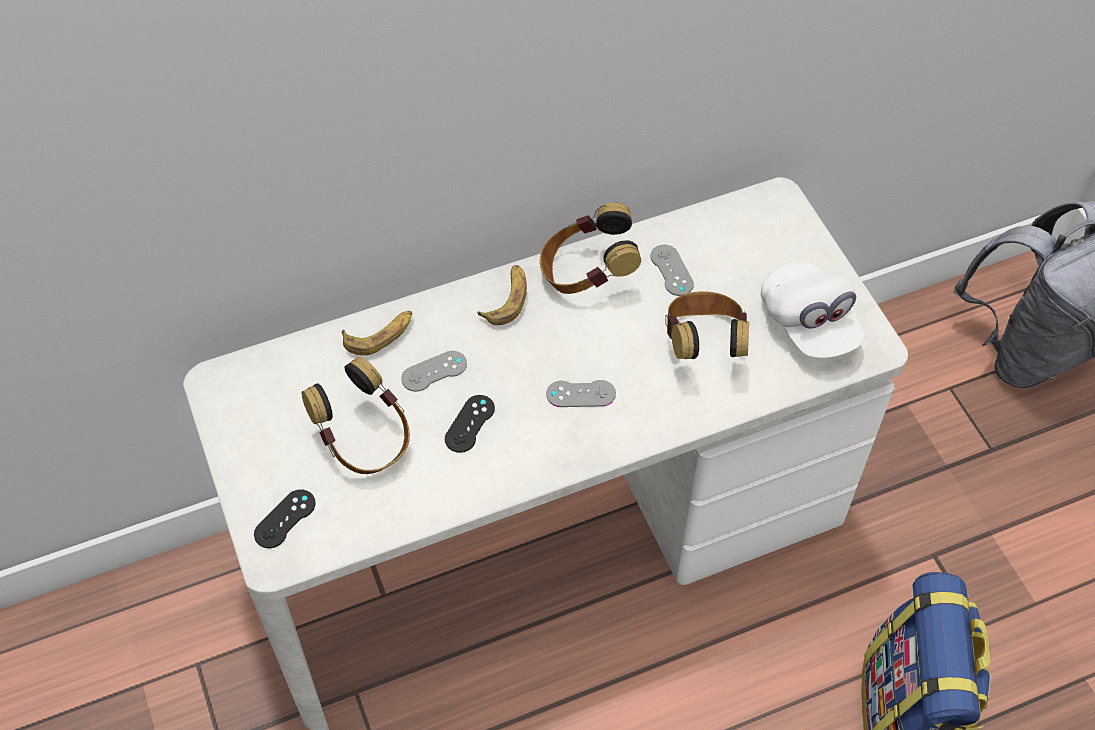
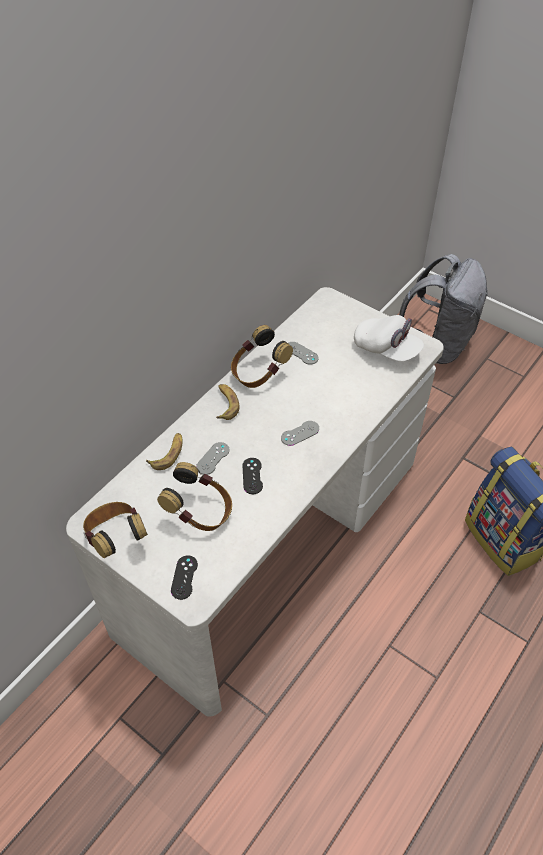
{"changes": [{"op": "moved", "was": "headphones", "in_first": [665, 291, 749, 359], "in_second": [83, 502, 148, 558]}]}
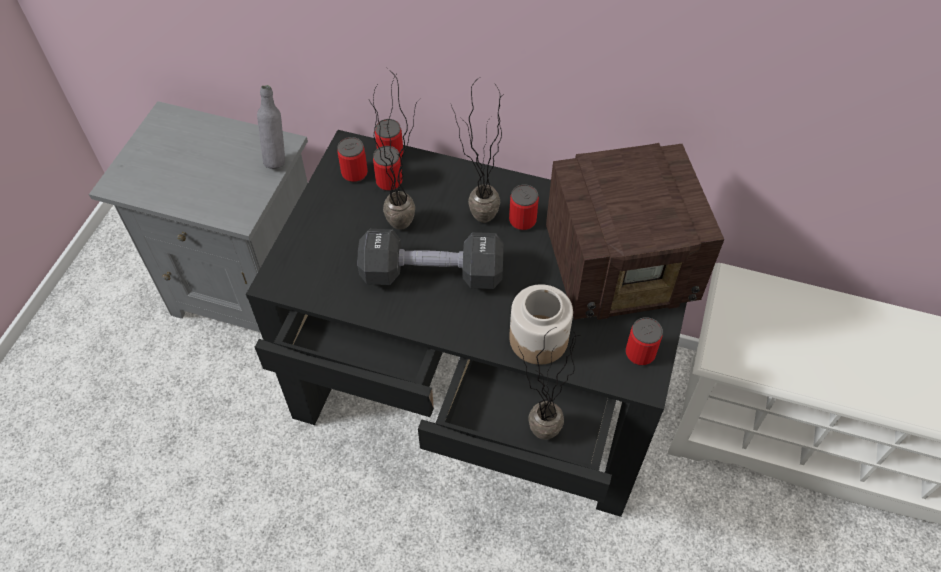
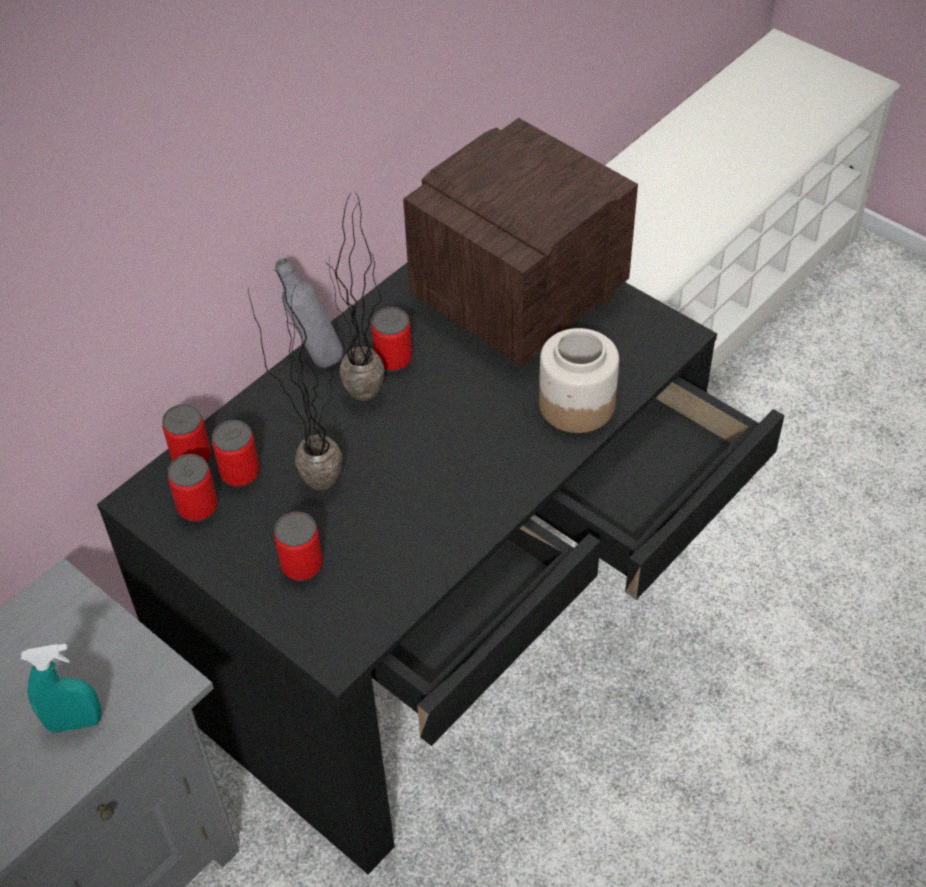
{"changes": [{"op": "added", "now": "turquoise spray bottle", "in_second": [21, 644, 102, 733]}, {"op": "moved", "was": "can", "in_first": [626, 317, 663, 366], "in_second": [274, 512, 323, 581]}, {"op": "moved", "was": "grey bottle", "in_first": [257, 85, 285, 169], "in_second": [275, 258, 343, 368]}, {"op": "turned", "was": "radio", "in_first": [546, 143, 724, 320], "in_second": [403, 118, 638, 366], "clockwise": -150}, {"op": "removed", "was": "black dumbbell", "in_first": [358, 229, 504, 289]}, {"op": "removed", "was": "potted plant", "in_first": [518, 327, 581, 440]}]}
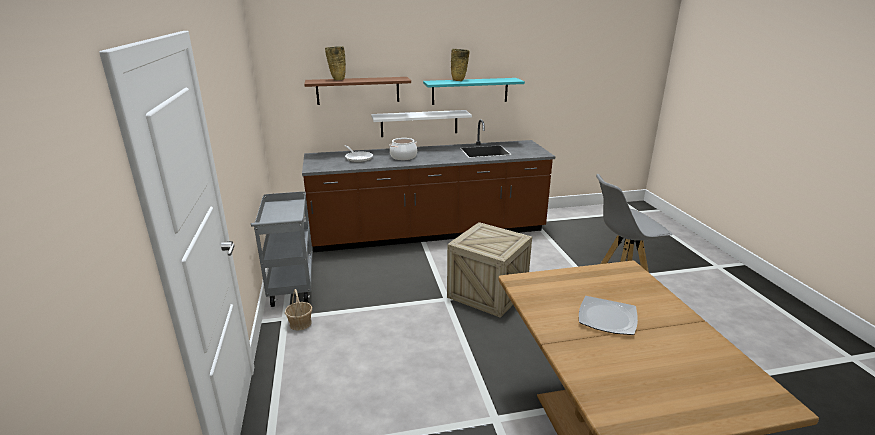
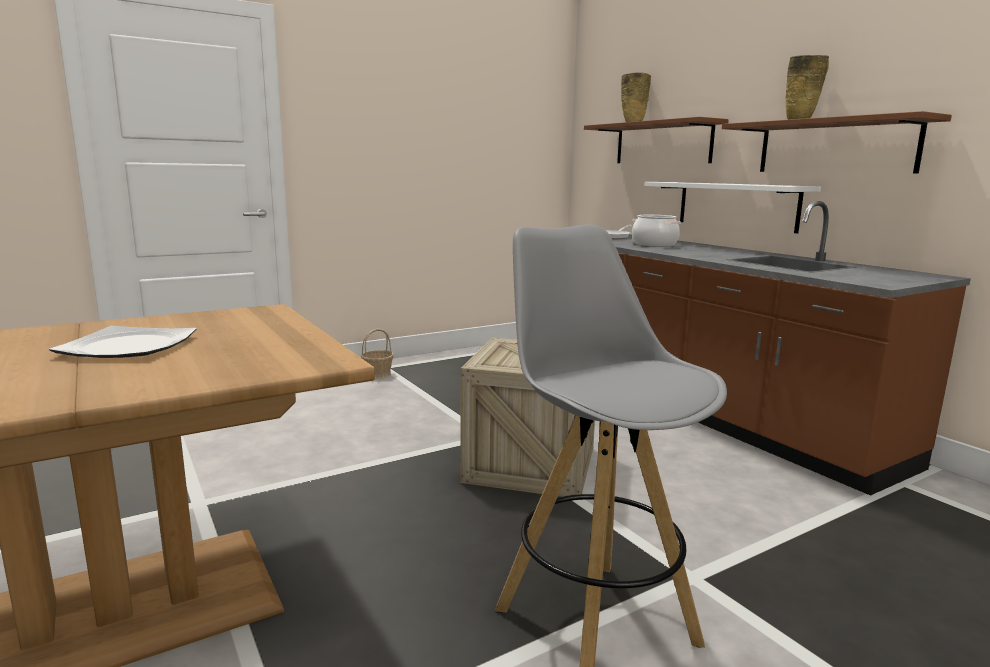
{"changes": [{"op": "recoloured", "was": "turquoise shelf", "now": "brown shelf", "in_first": [423, 78, 525, 105], "in_second": [722, 111, 952, 174]}, {"op": "removed", "was": "grey cart", "in_first": [251, 192, 313, 307]}]}
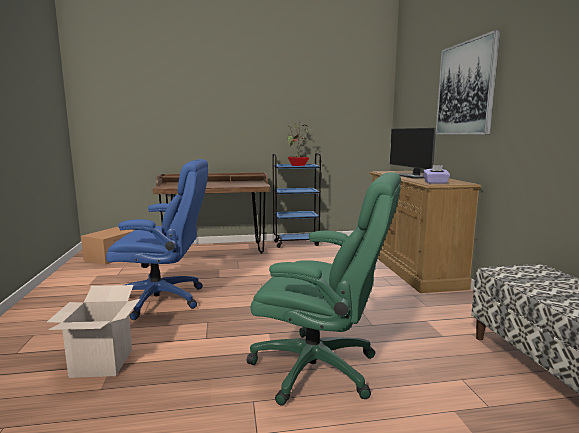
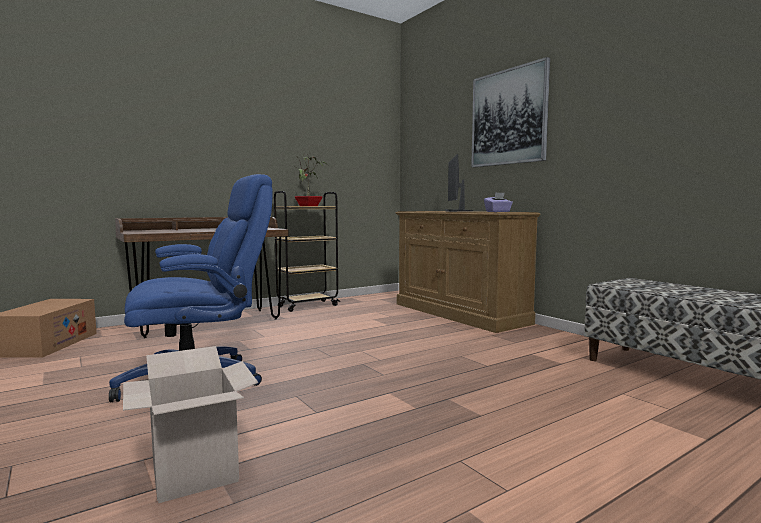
{"changes": [{"op": "recoloured", "was": "blue cart", "now": "brown cart", "in_first": [272, 153, 321, 248], "in_second": [274, 191, 340, 312]}, {"op": "turned", "was": "monitor", "in_first": [390, 128, 435, 179], "in_second": [445, 154, 473, 212], "clockwise": 45}, {"op": "removed", "was": "green office chair", "in_first": [247, 172, 401, 406]}]}
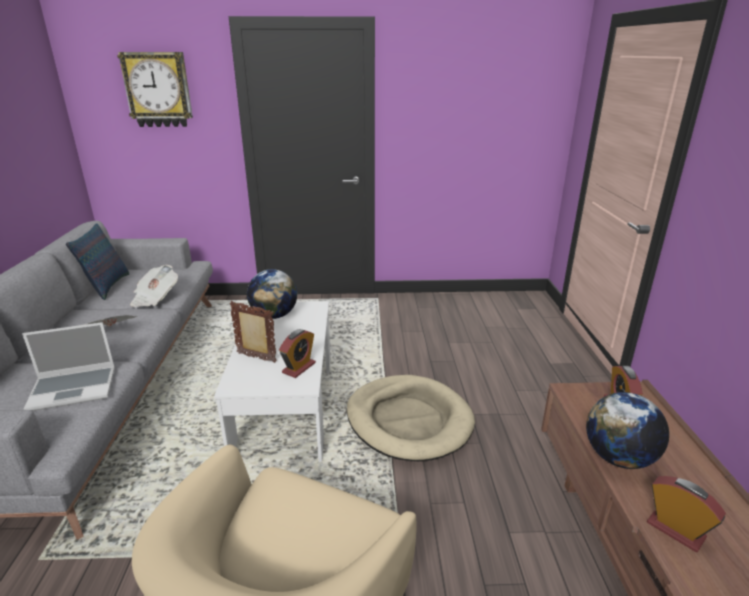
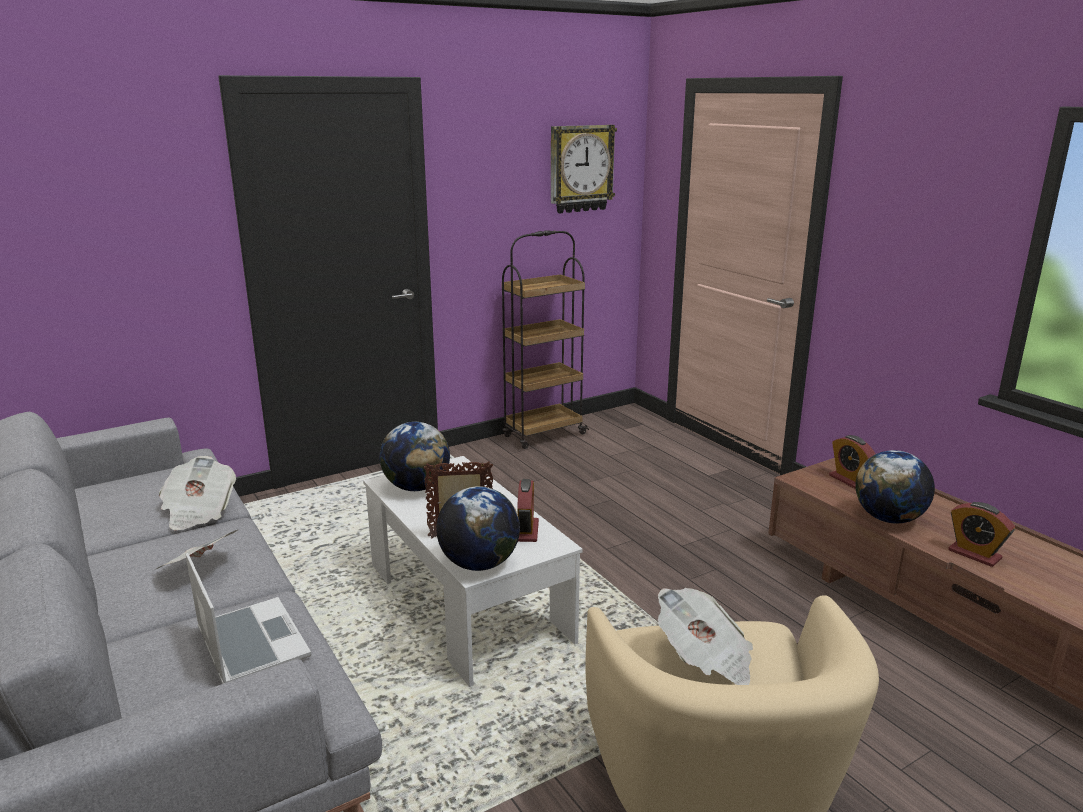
{"changes": [{"op": "turned", "was": "laptop", "in_first": [22, 322, 115, 411], "in_second": [186, 553, 311, 684], "clockwise": -75}, {"op": "added", "now": "globe", "in_second": [436, 486, 520, 571]}, {"op": "added", "now": "brown cart", "in_second": [502, 230, 589, 449]}, {"op": "moved", "was": "wall clock", "in_first": [117, 52, 193, 127], "in_second": [551, 125, 617, 213]}, {"op": "added", "now": "newspaper", "in_second": [658, 588, 753, 685]}, {"op": "turned", "was": "alarm clock", "in_first": [647, 476, 726, 552], "in_second": [948, 502, 1015, 567], "clockwise": -150}, {"op": "removed", "was": "blue pillow", "in_first": [66, 223, 129, 300]}, {"op": "removed", "was": "beige dog bed", "in_first": [346, 375, 475, 461]}]}
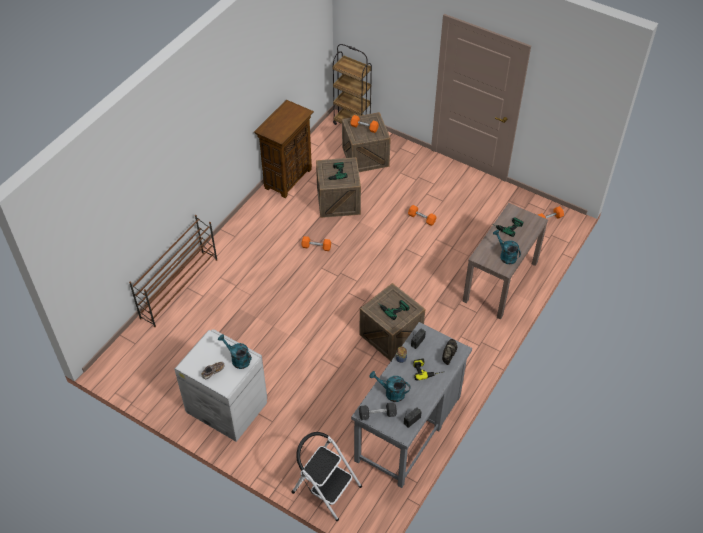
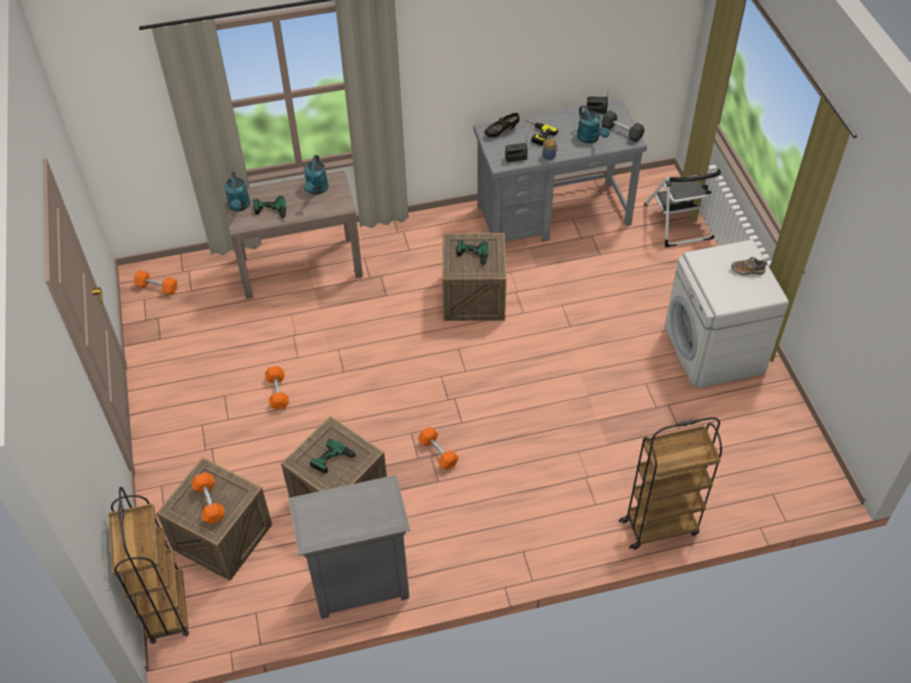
{"changes": [{"op": "moved", "was": "turquoise watering can", "in_first": [218, 334, 252, 369], "in_second": [224, 172, 250, 211]}, {"op": "recoloured", "was": "brown cabinet", "now": "grey cabinet", "in_first": [254, 100, 314, 198], "in_second": [288, 475, 410, 619]}, {"op": "replaced", "was": "brown shoe rack", "now": "brown cart", "in_first": [129, 215, 217, 327], "in_second": [619, 417, 722, 549]}]}
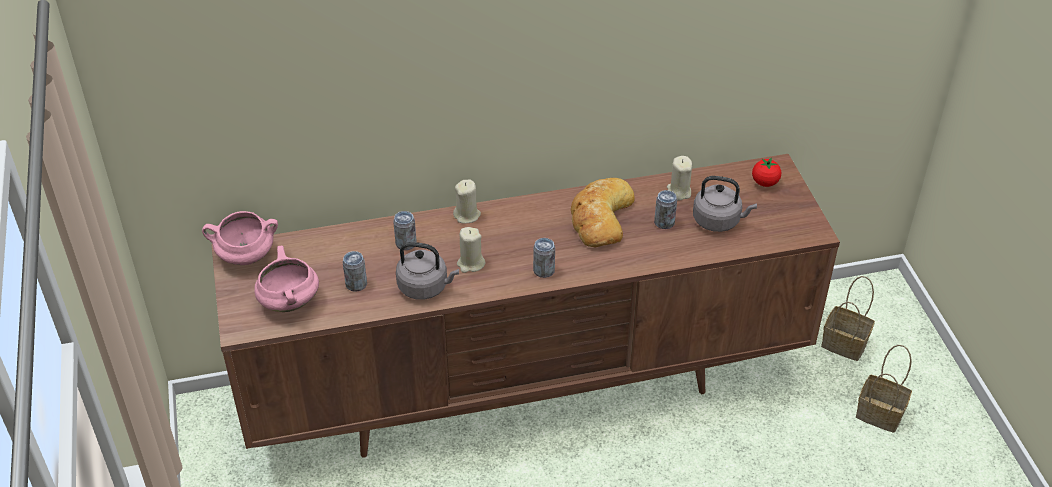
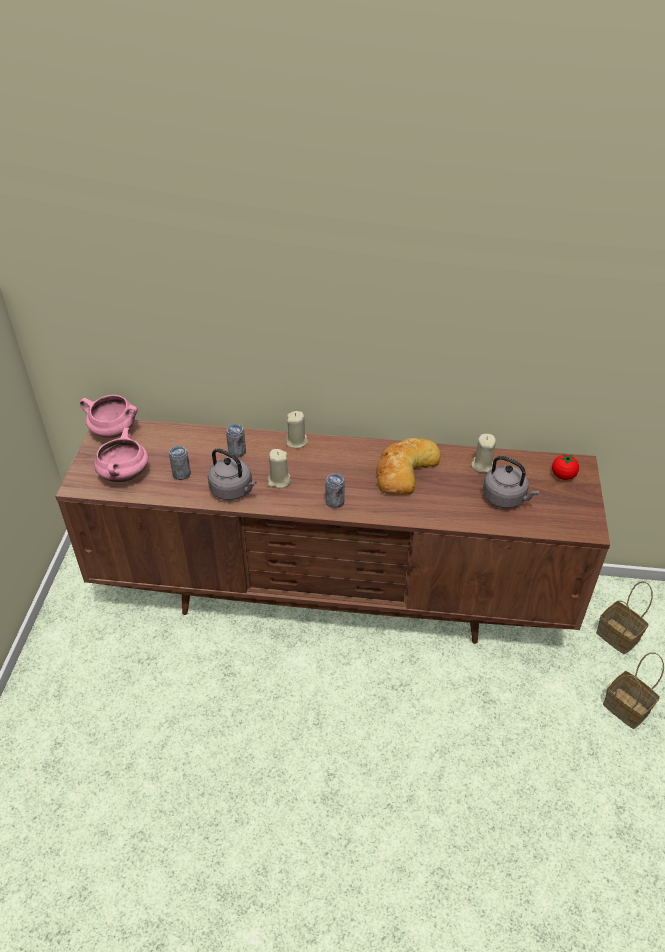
{"changes": [{"op": "removed", "was": "can", "in_first": [654, 190, 677, 229]}]}
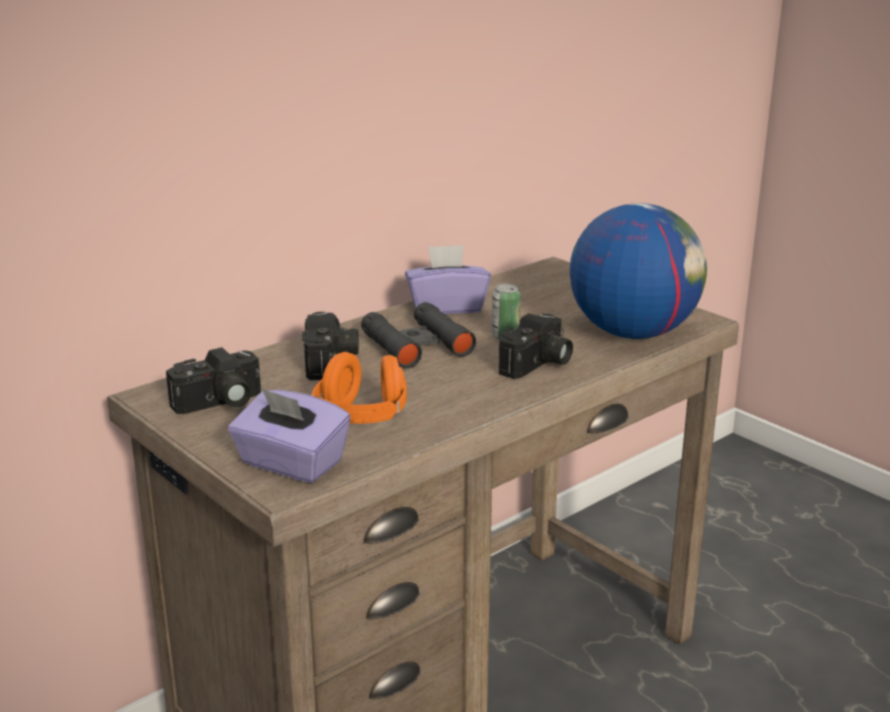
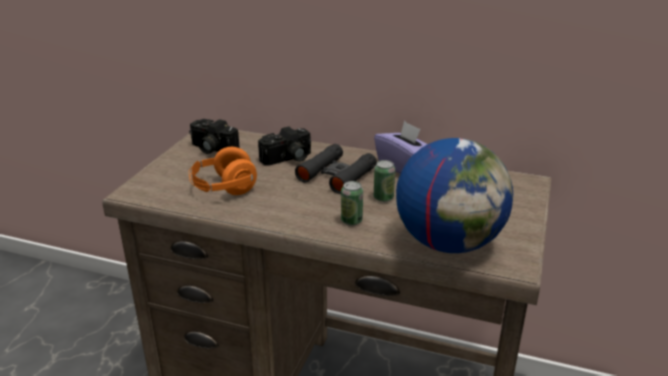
{"changes": [{"op": "replaced", "was": "photo camera", "now": "can", "in_first": [499, 313, 573, 379], "in_second": [341, 181, 363, 225]}, {"op": "removed", "was": "purple tissue box", "in_first": [228, 388, 351, 483]}]}
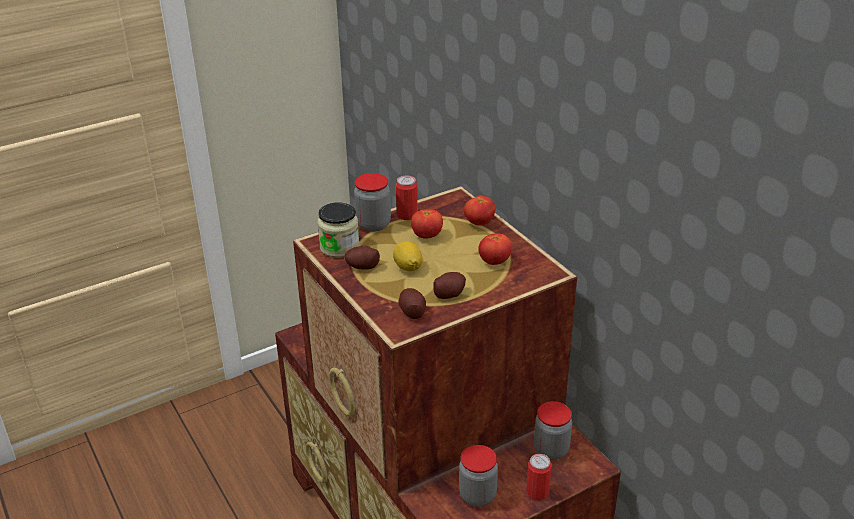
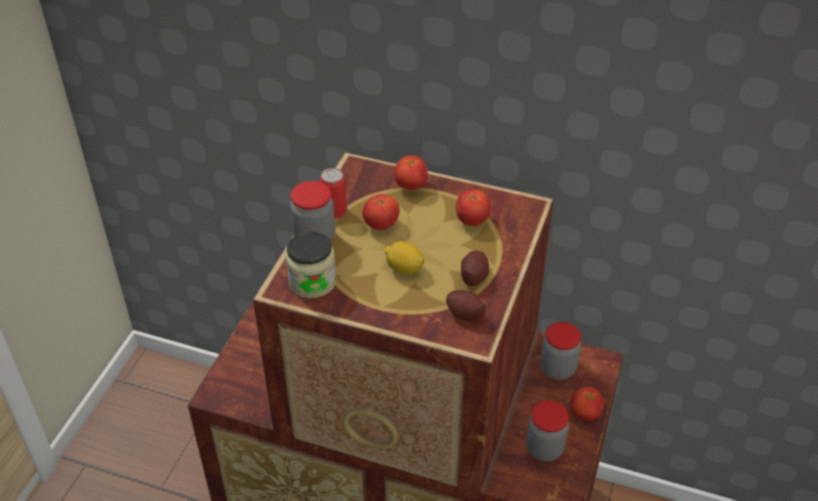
{"changes": [{"op": "replaced", "was": "can", "now": "tomato", "in_first": [527, 454, 551, 500], "in_second": [571, 387, 603, 421]}, {"op": "removed", "was": "potato", "in_first": [344, 245, 380, 269]}]}
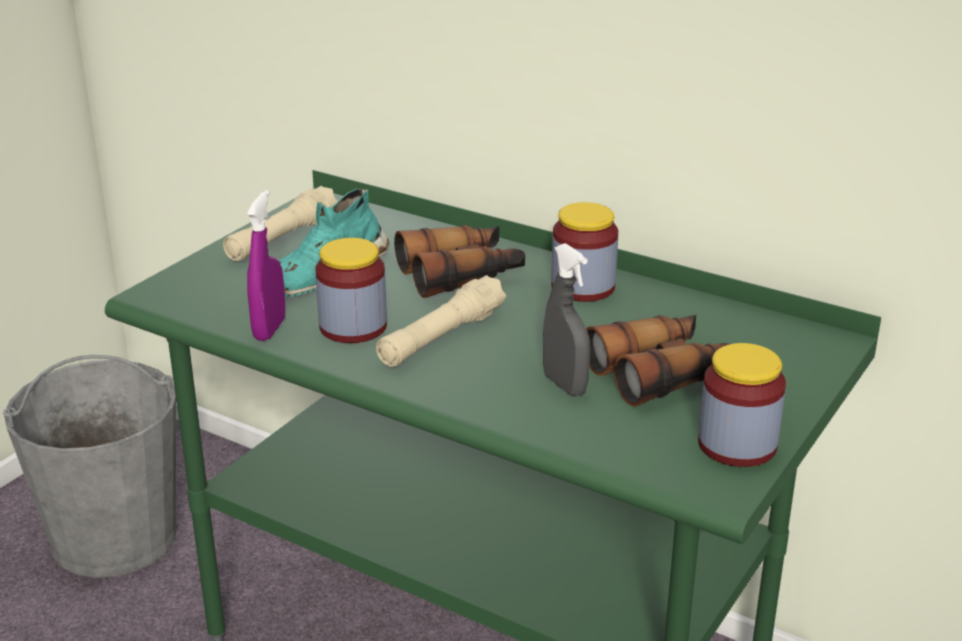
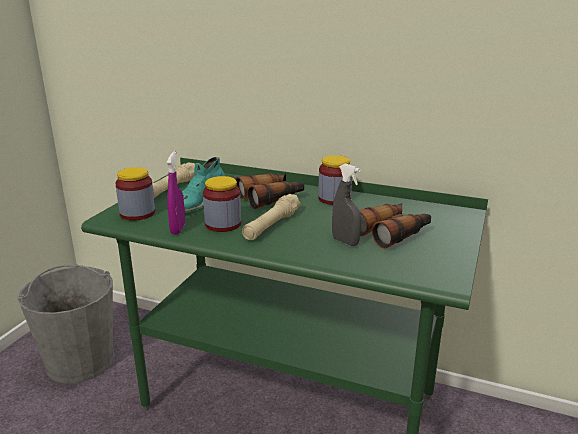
{"changes": [{"op": "moved", "was": "jar", "in_first": [698, 343, 786, 467], "in_second": [115, 167, 155, 221]}]}
